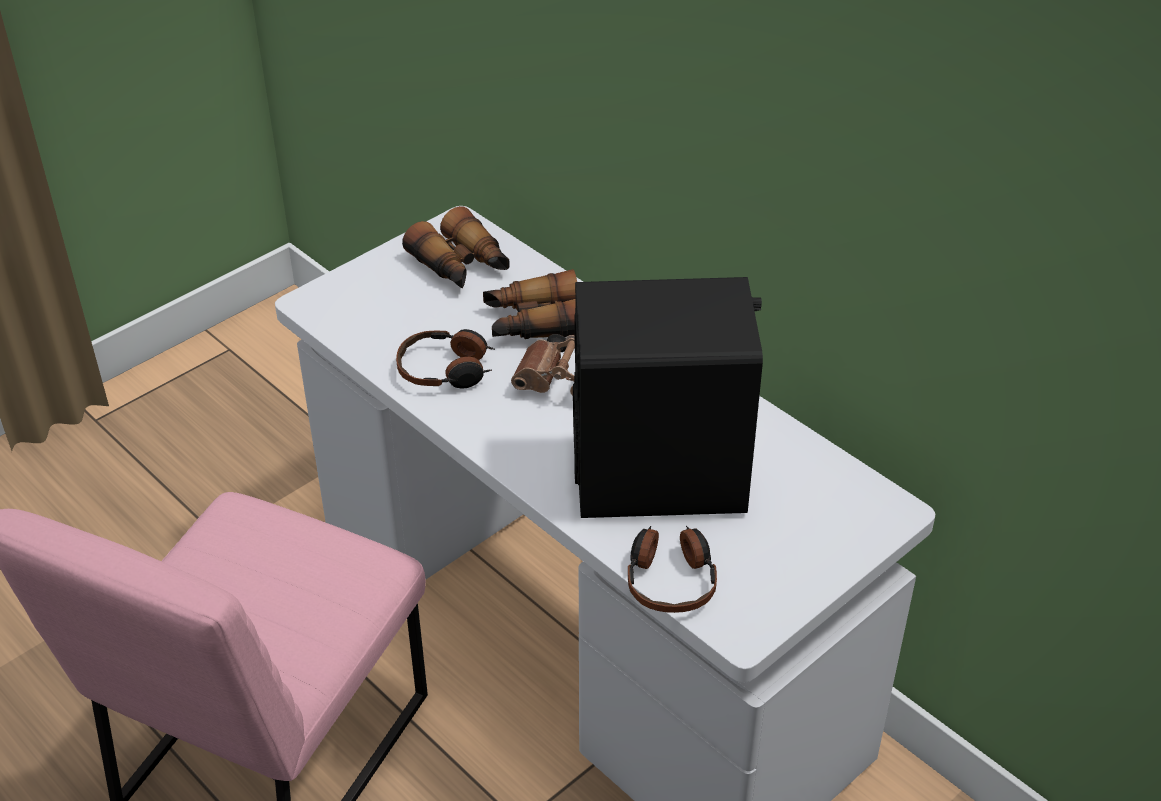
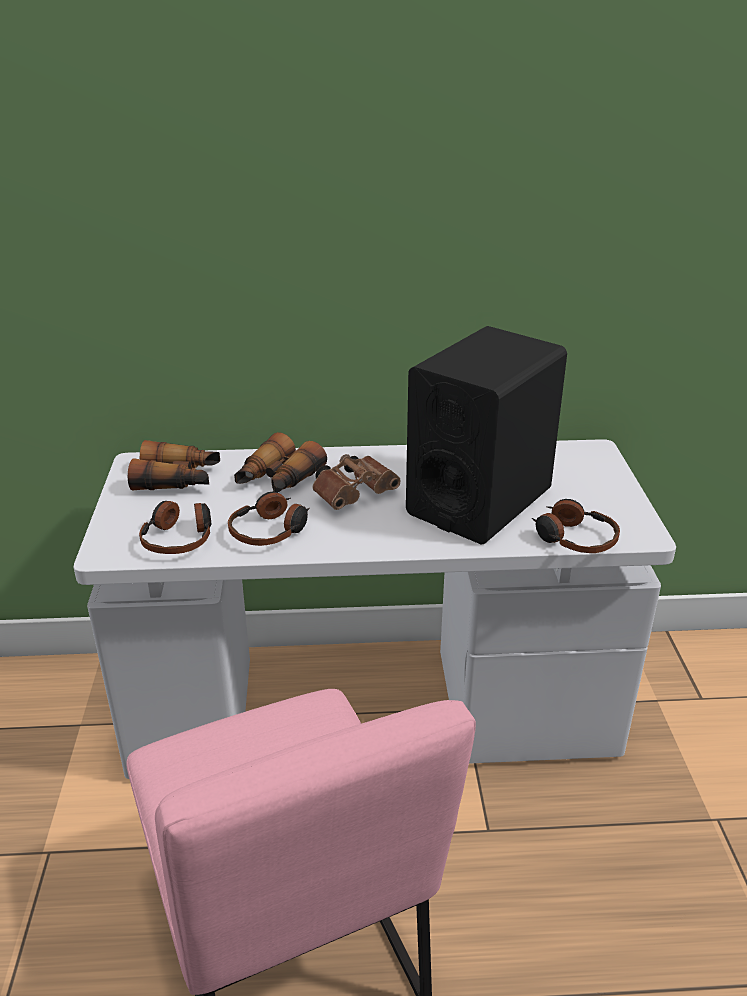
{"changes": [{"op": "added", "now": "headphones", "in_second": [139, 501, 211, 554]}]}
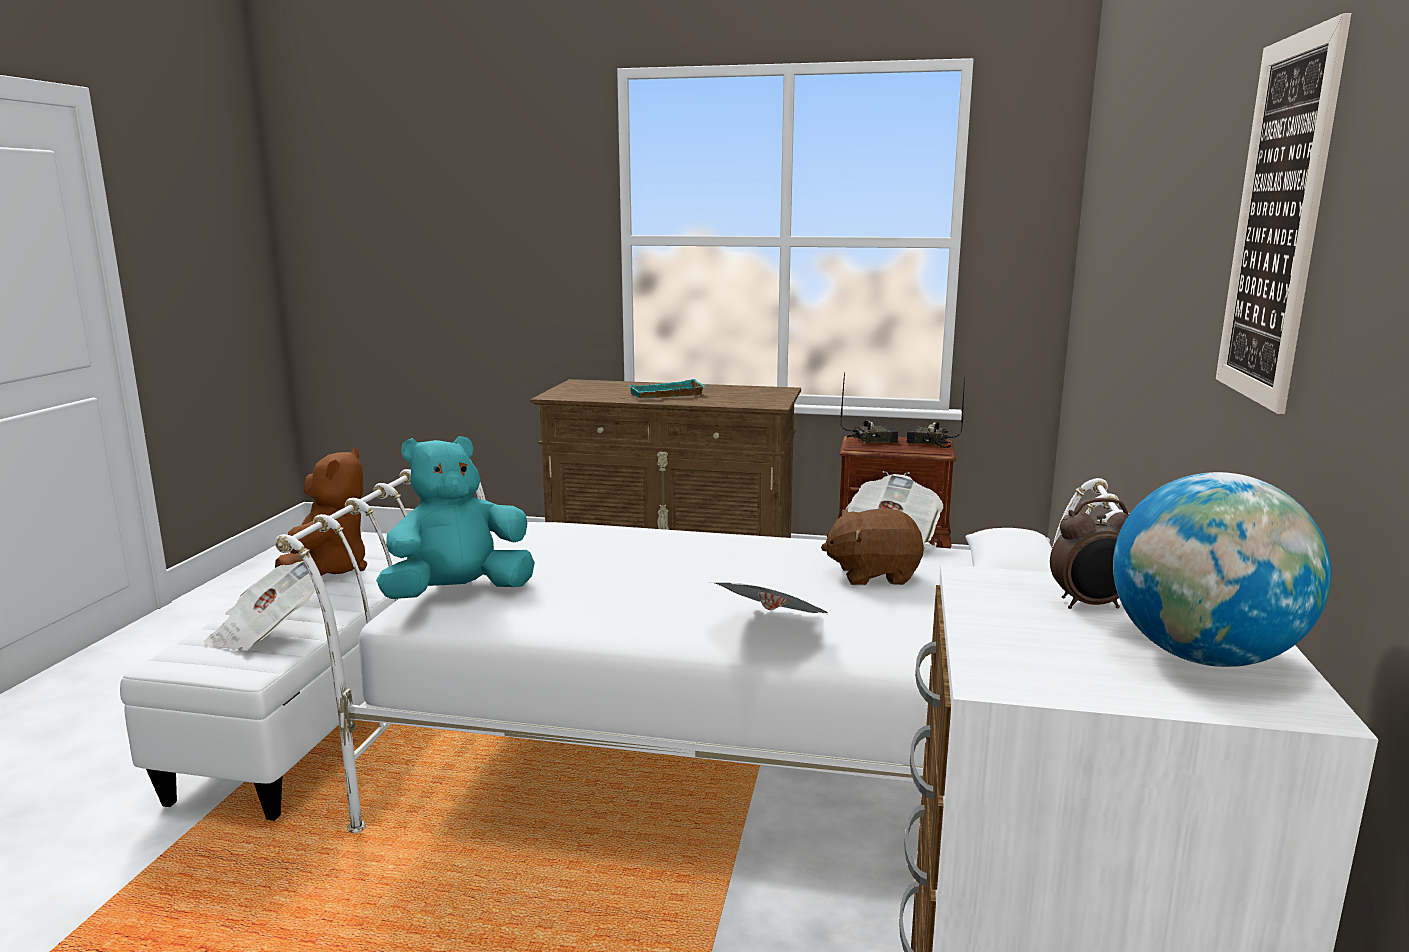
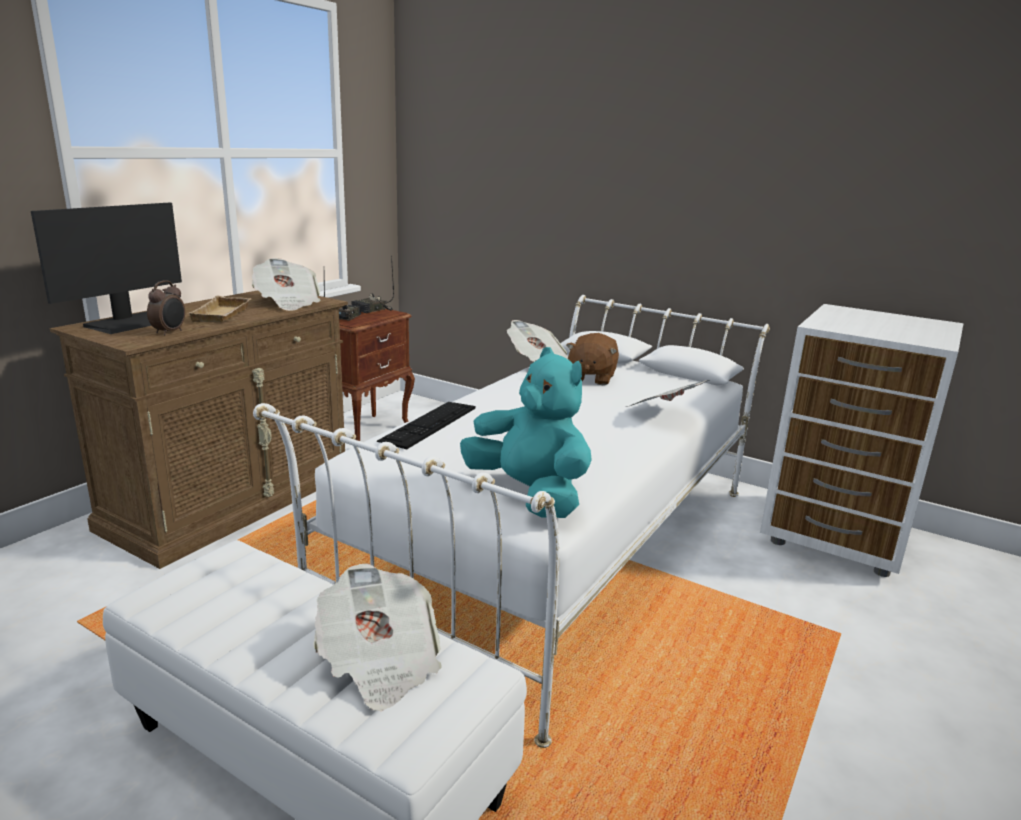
{"changes": [{"op": "added", "now": "monitor", "in_second": [31, 203, 182, 334]}, {"op": "moved", "was": "alarm clock", "in_first": [1050, 498, 1130, 609], "in_second": [147, 280, 185, 336]}, {"op": "recoloured", "was": "turquoise tray", "now": "beige tray", "in_first": [629, 379, 705, 398], "in_second": [189, 296, 252, 322]}, {"op": "added", "now": "newspaper", "in_second": [252, 258, 320, 311]}, {"op": "added", "now": "keyboard", "in_second": [377, 402, 475, 450]}, {"op": "turned", "was": "turquoise plush toy", "in_first": [376, 436, 535, 599], "in_second": [460, 347, 592, 518], "clockwise": 150}, {"op": "removed", "was": "brown plush toy", "in_first": [275, 448, 367, 576]}, {"op": "removed", "was": "globe", "in_first": [1113, 472, 1331, 667]}, {"op": "removed", "was": "picture", "in_first": [1216, 13, 1351, 414]}]}
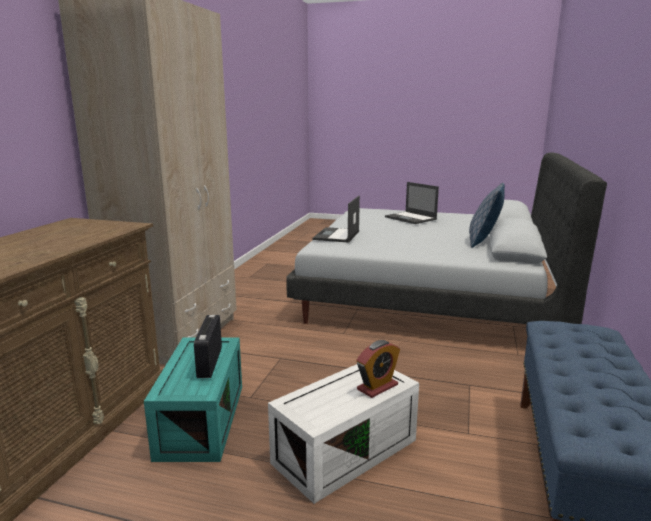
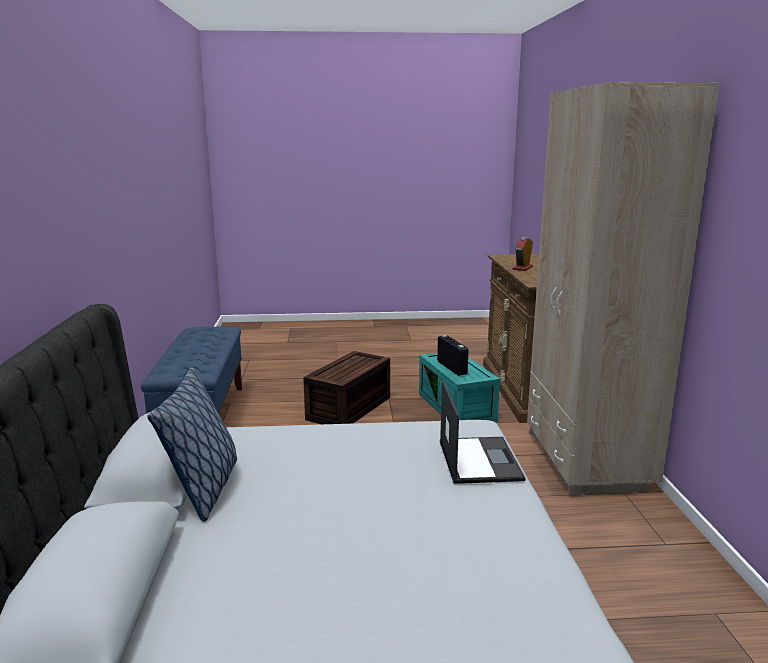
{"changes": [{"op": "recoloured", "was": "white storage box", "now": "brown storage box", "in_first": [268, 364, 419, 504], "in_second": [303, 351, 390, 424]}, {"op": "moved", "was": "alarm clock", "in_first": [356, 340, 400, 398], "in_second": [513, 237, 533, 271]}, {"op": "removed", "was": "laptop", "in_first": [385, 182, 439, 224]}]}
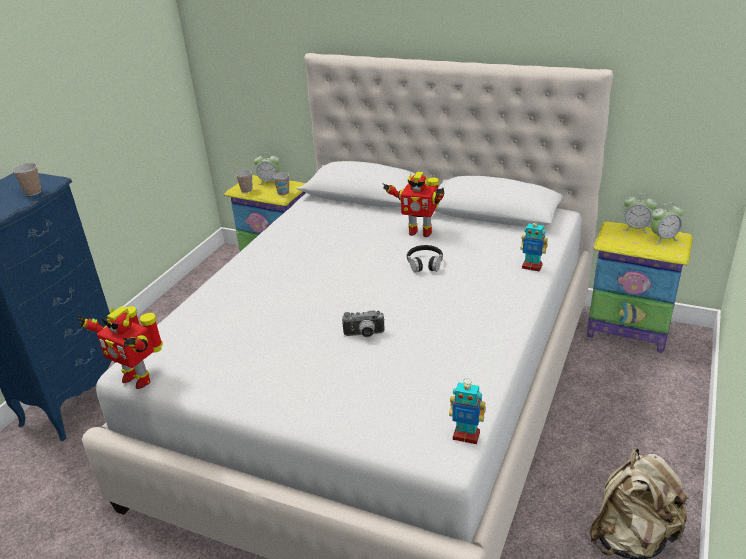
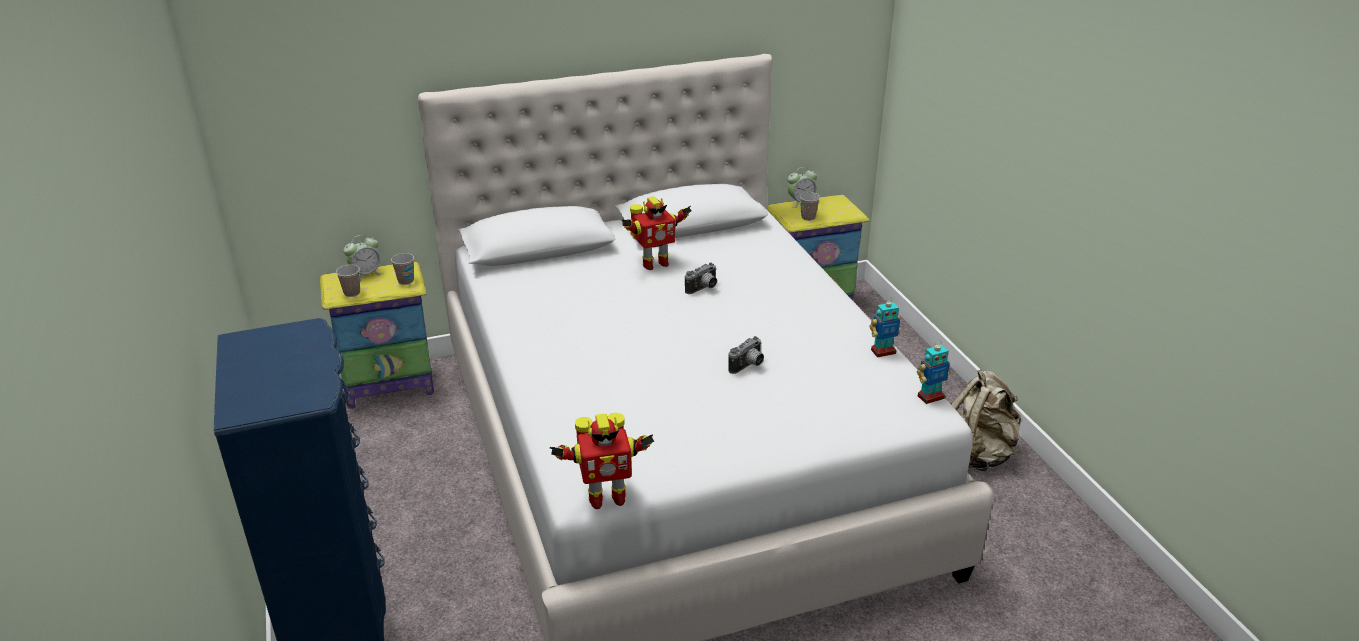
{"changes": [{"op": "replaced", "was": "black headphones", "now": "photo camera", "in_first": [407, 245, 443, 272], "in_second": [685, 262, 717, 294]}, {"op": "moved", "was": "cup", "in_first": [12, 163, 41, 196], "in_second": [800, 192, 820, 221]}, {"op": "moved", "was": "toy robot", "in_first": [520, 218, 548, 271], "in_second": [870, 297, 901, 357]}, {"op": "removed", "was": "alarm clock", "in_first": [651, 203, 683, 244]}]}
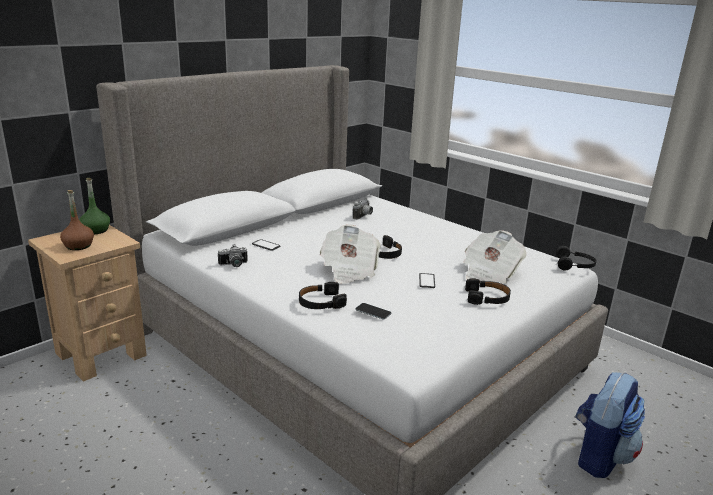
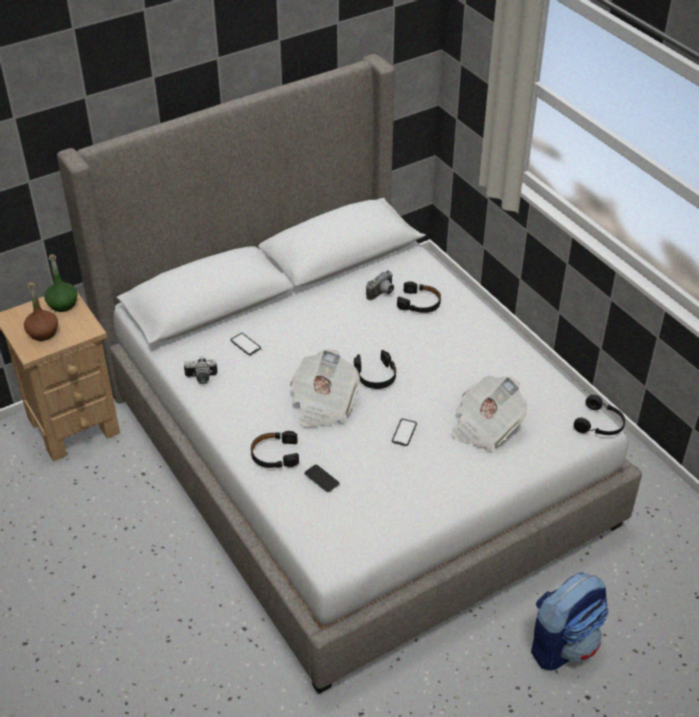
{"changes": [{"op": "moved", "was": "black headphones", "in_first": [465, 278, 511, 305], "in_second": [397, 281, 441, 313]}]}
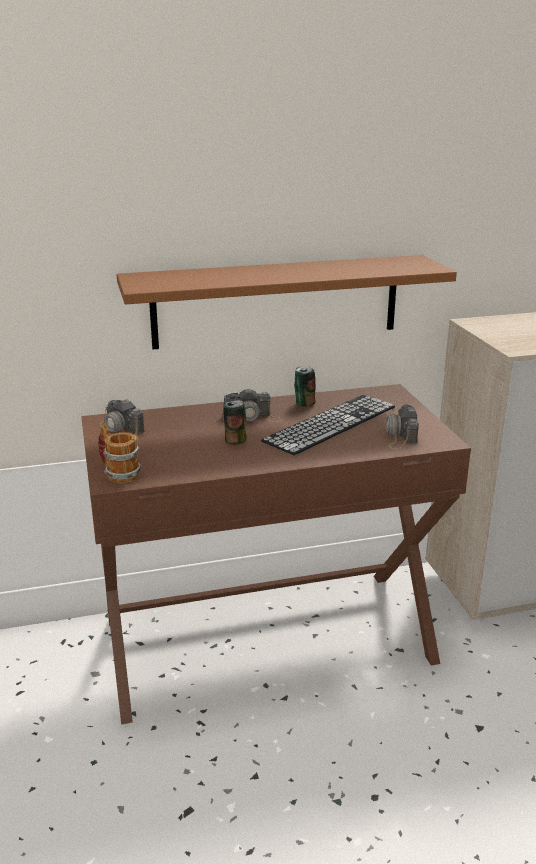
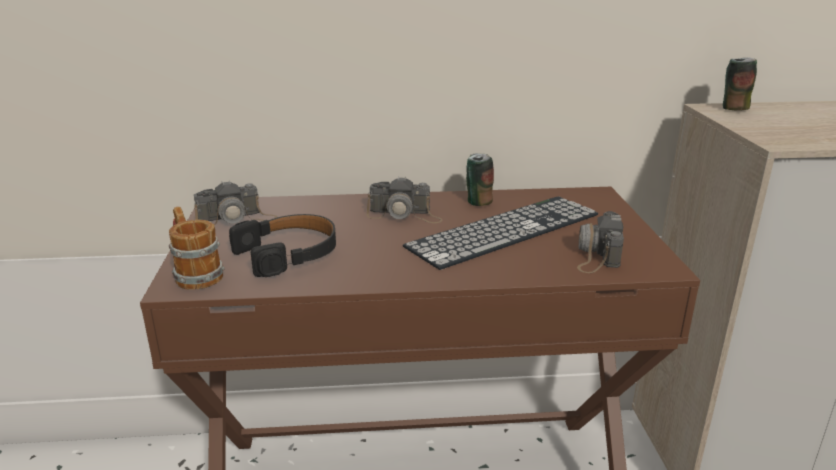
{"changes": [{"op": "turned", "was": "photo camera", "in_first": [99, 399, 145, 441], "in_second": [194, 180, 277, 226], "clockwise": -75}, {"op": "added", "now": "black headphones", "in_second": [229, 214, 336, 277]}, {"op": "moved", "was": "can", "in_first": [223, 400, 247, 445], "in_second": [723, 57, 757, 111]}, {"op": "removed", "was": "brown shelf", "in_first": [117, 255, 457, 349]}]}
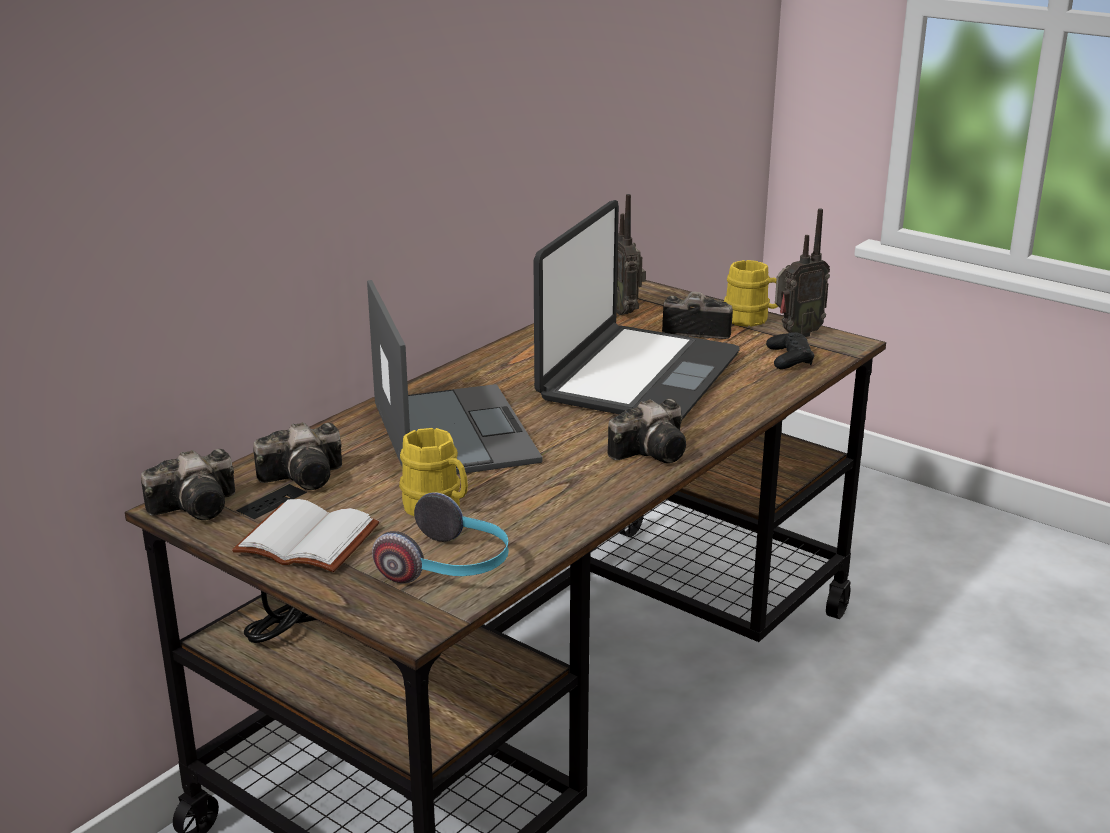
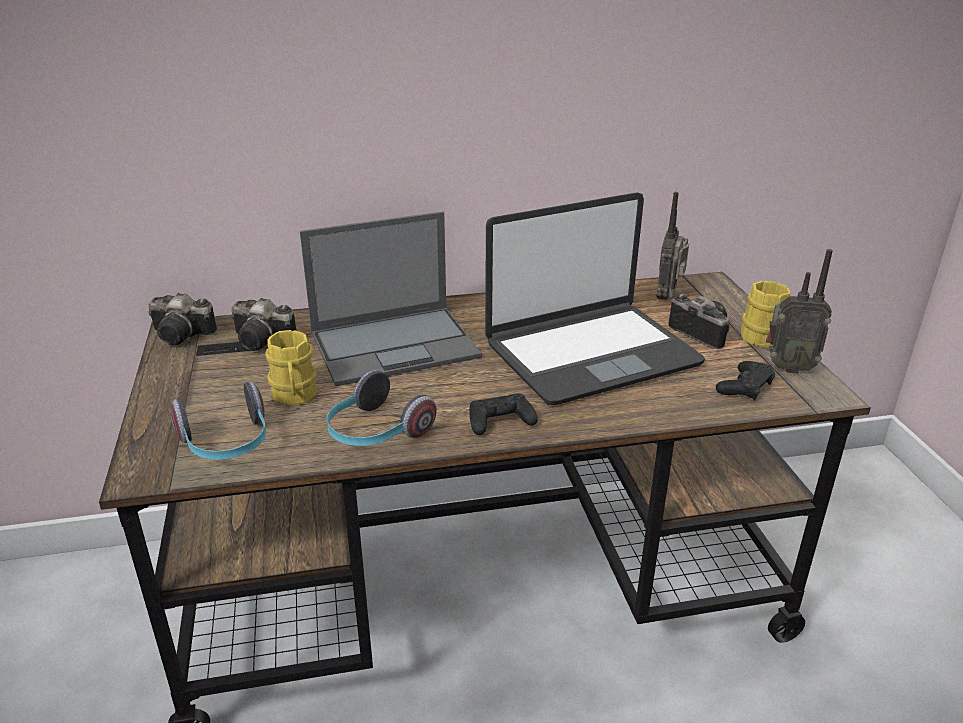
{"changes": [{"op": "turned", "was": "laptop", "in_first": [367, 280, 543, 474], "in_second": [300, 211, 482, 386], "clockwise": 45}, {"op": "added", "now": "headphones", "in_second": [327, 370, 437, 446]}, {"op": "replaced", "was": "photo camera", "now": "black game controller", "in_first": [607, 398, 686, 463], "in_second": [469, 394, 538, 435]}, {"op": "removed", "was": "white book", "in_first": [232, 499, 379, 572]}]}
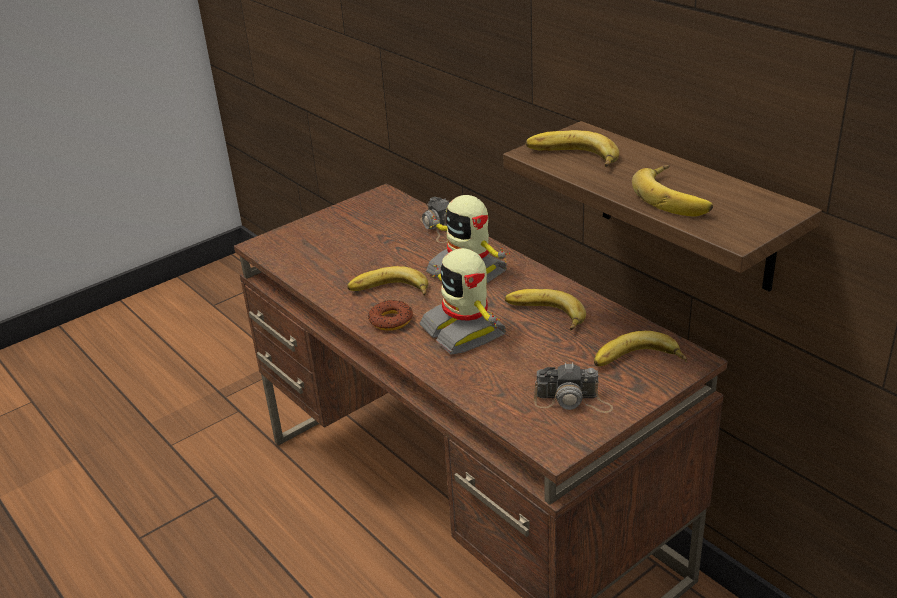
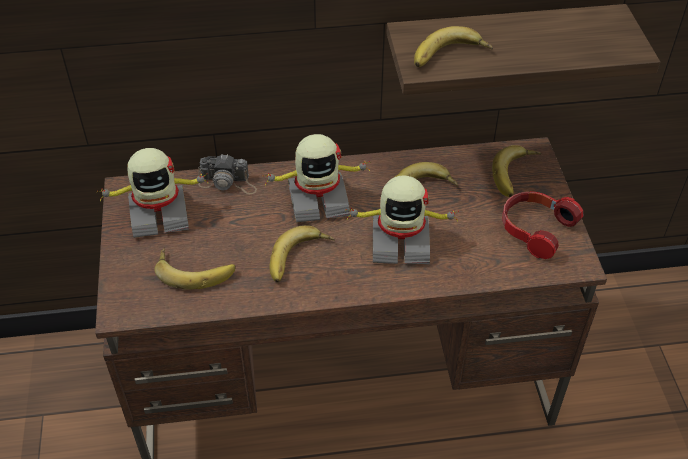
{"changes": [{"op": "added", "now": "toy robot", "in_second": [96, 148, 208, 238]}, {"op": "moved", "was": "banana", "in_first": [632, 165, 713, 217], "in_second": [154, 247, 236, 290]}, {"op": "replaced", "was": "photo camera", "now": "headphones", "in_first": [534, 363, 613, 413], "in_second": [502, 191, 583, 259]}, {"op": "removed", "was": "donut", "in_first": [368, 300, 413, 331]}]}
